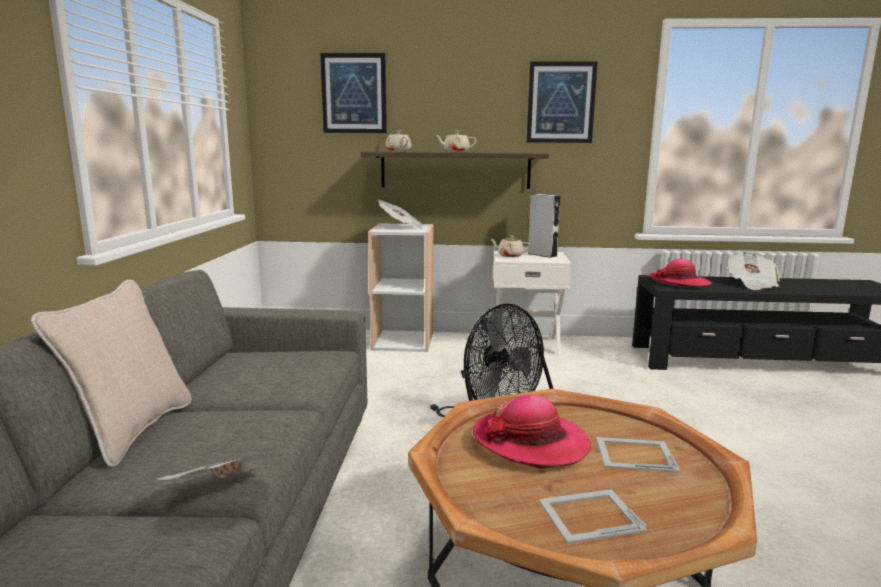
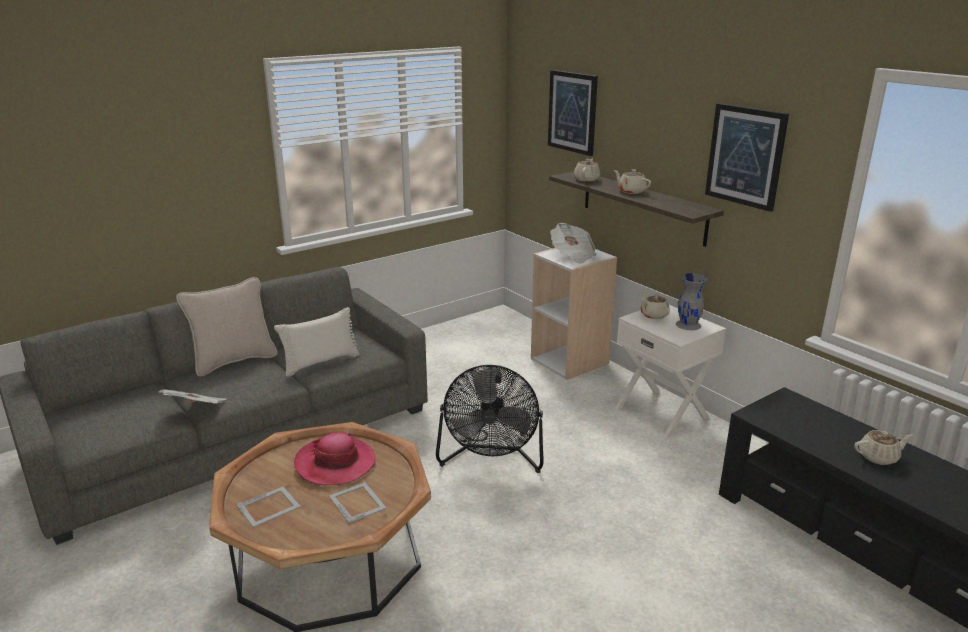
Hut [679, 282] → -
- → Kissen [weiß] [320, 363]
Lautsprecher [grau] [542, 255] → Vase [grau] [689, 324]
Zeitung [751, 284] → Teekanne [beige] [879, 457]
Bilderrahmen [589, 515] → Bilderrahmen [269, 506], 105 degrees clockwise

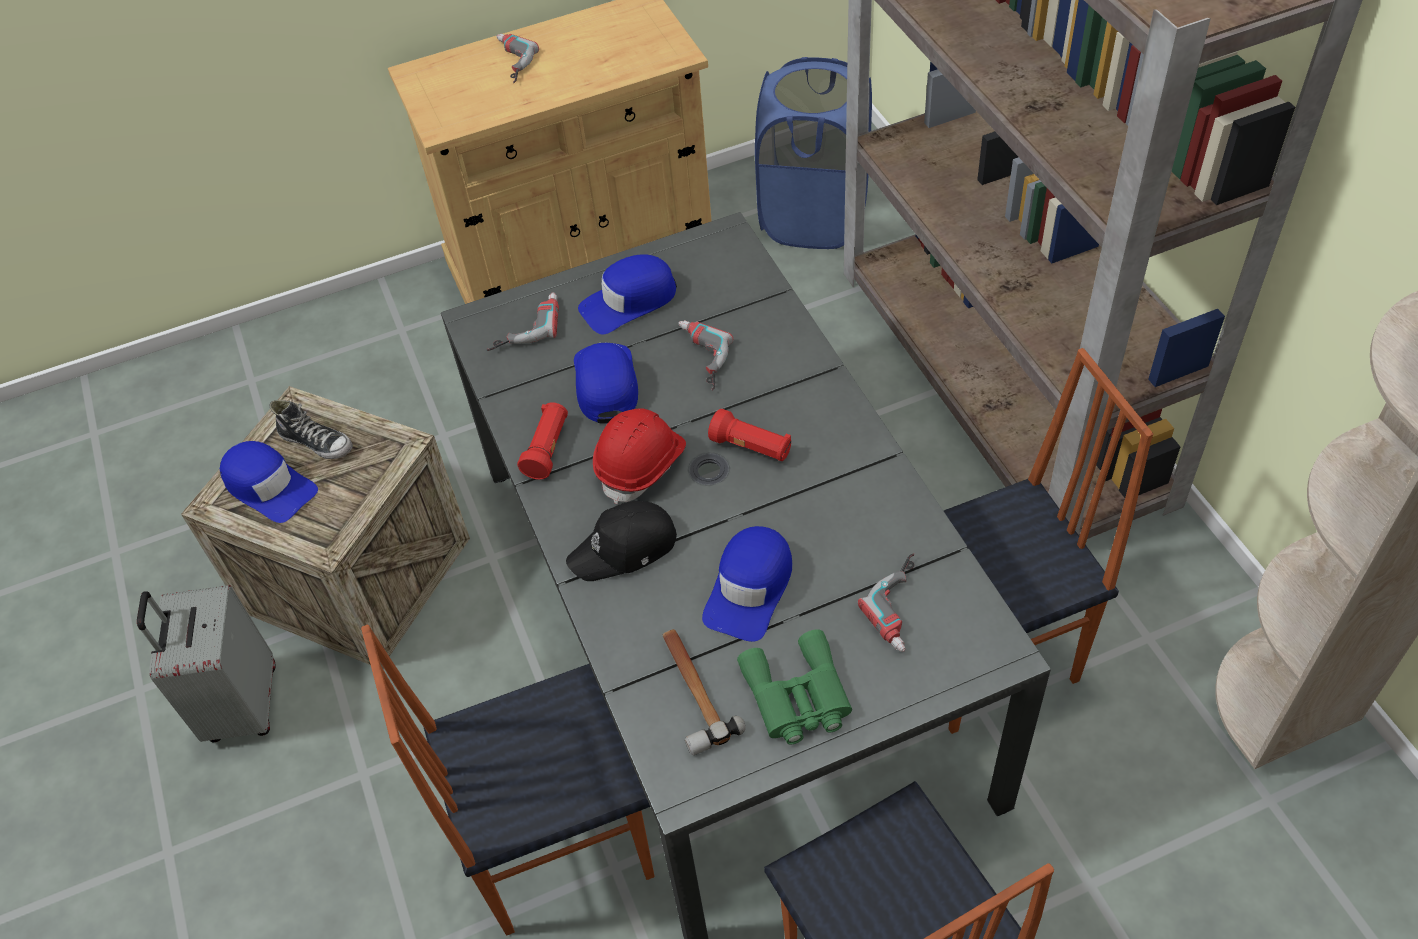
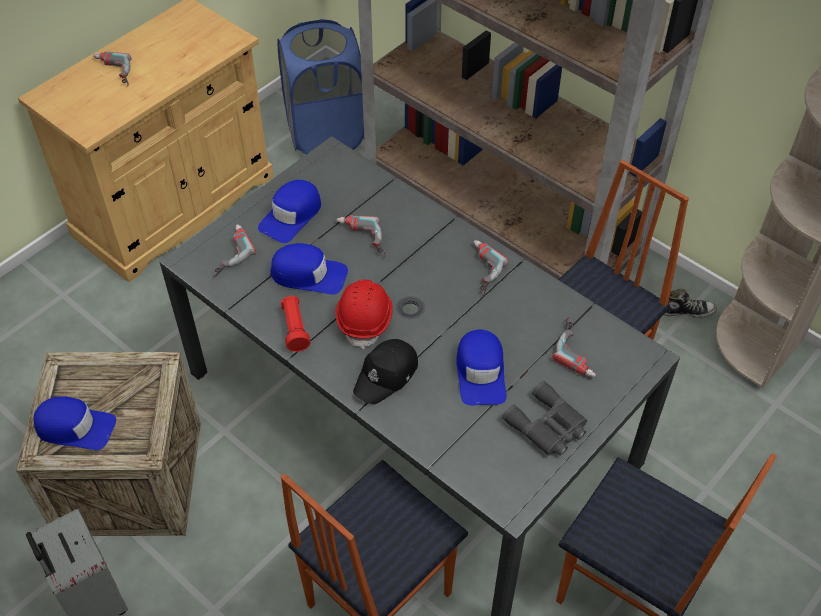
Hammer [692, 691] → -
Taschenlampe [rot] [751, 447] → -
- → Bohrmaschine [479, 270]
Schuh [317, 442] → Schuh [686, 311], shifted
Fernglas [grün] [797, 697] → Fernglas [grau] [547, 426]
Kappe [blau] [605, 384] → Kappe [blau] [309, 274], 135 degrees clockwise

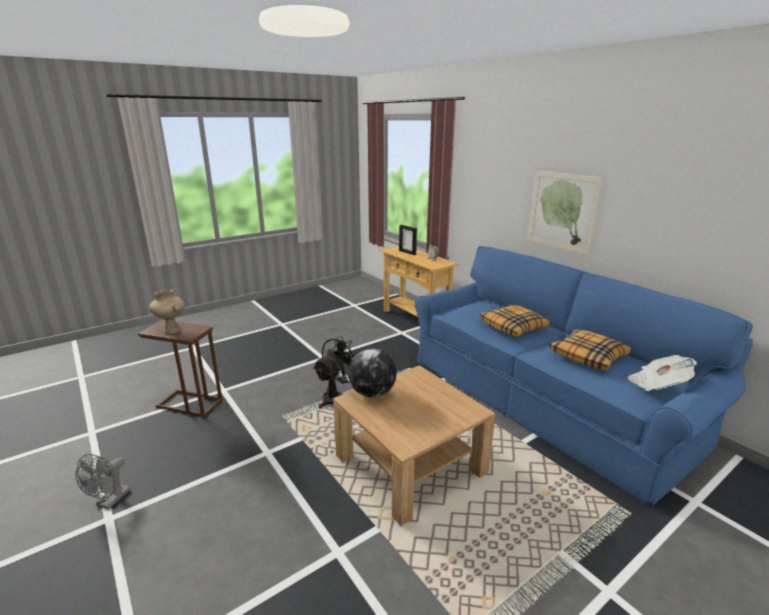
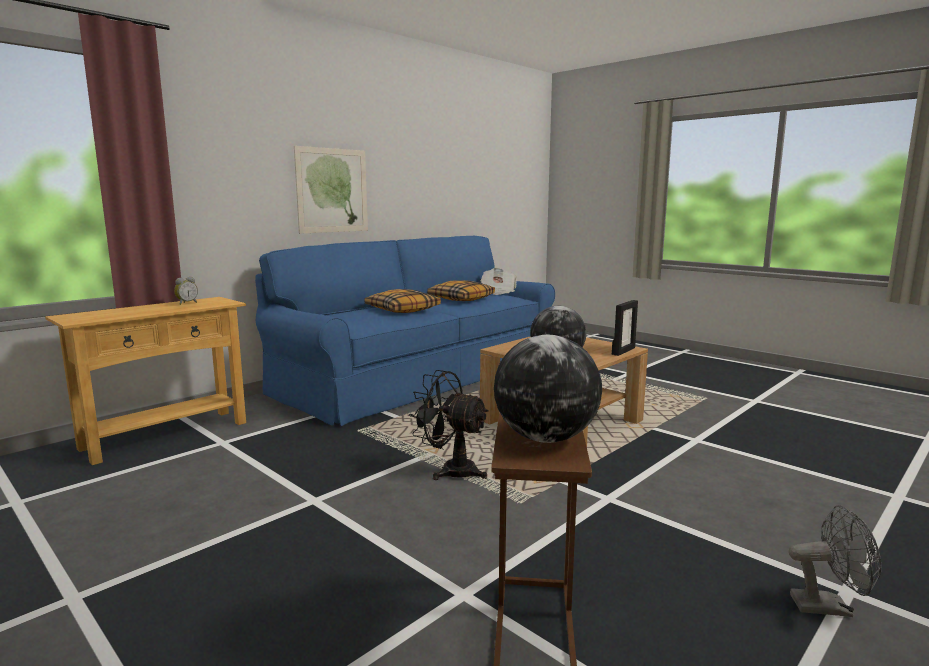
Bilderrahmen [407, 252] → Bilderrahmen [623, 351], shifted
Vase [beige] [171, 330] → Globus [546, 438]

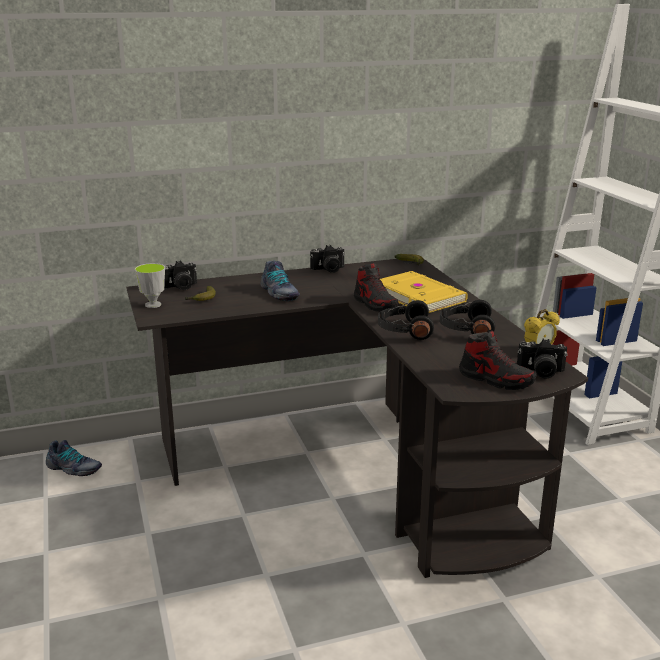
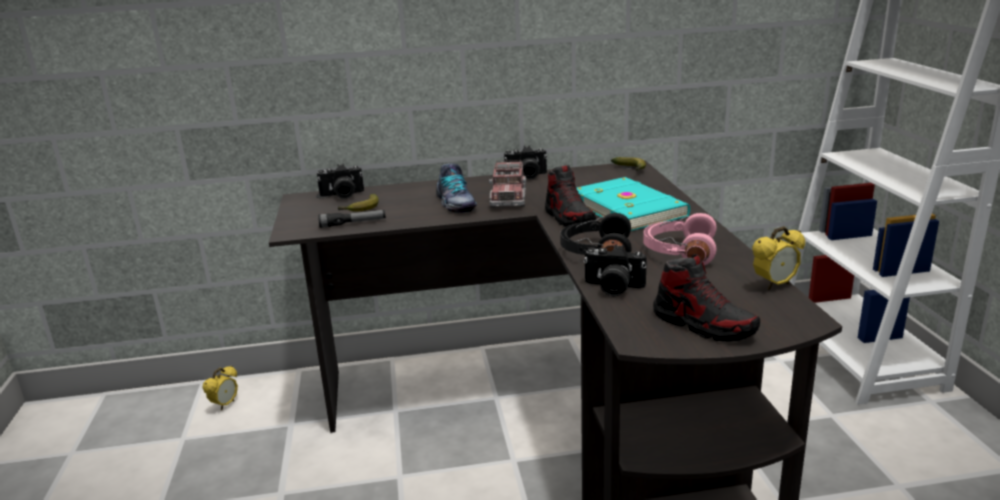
Tasse [153, 305] → -
- → Taschenlampe [353, 223]
- → Spielzeuglaster [508, 198]
Kamera [540, 372] → Kamera [613, 288], shifted
Schuh [73, 469] → Wecker [225, 405]
Buch [gelb] [419, 296] → Buch [türkis] [629, 208]
Kopfhörer [schwarz] [466, 329] → Kopfhörer [rosa] [679, 252]

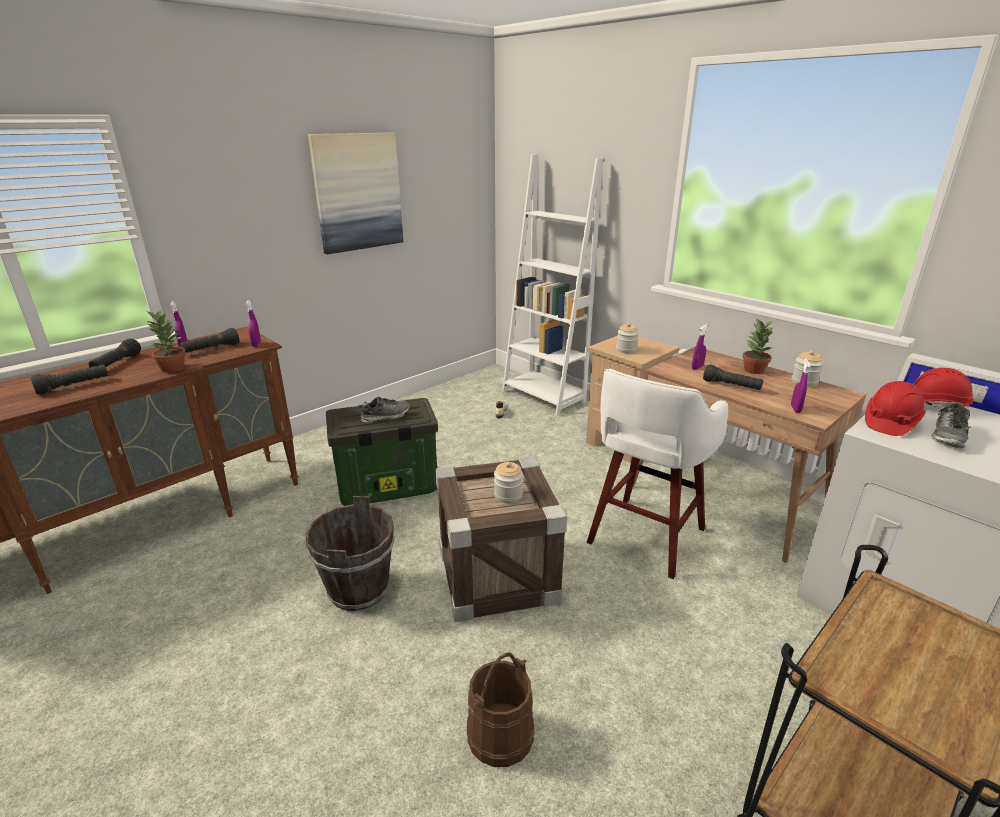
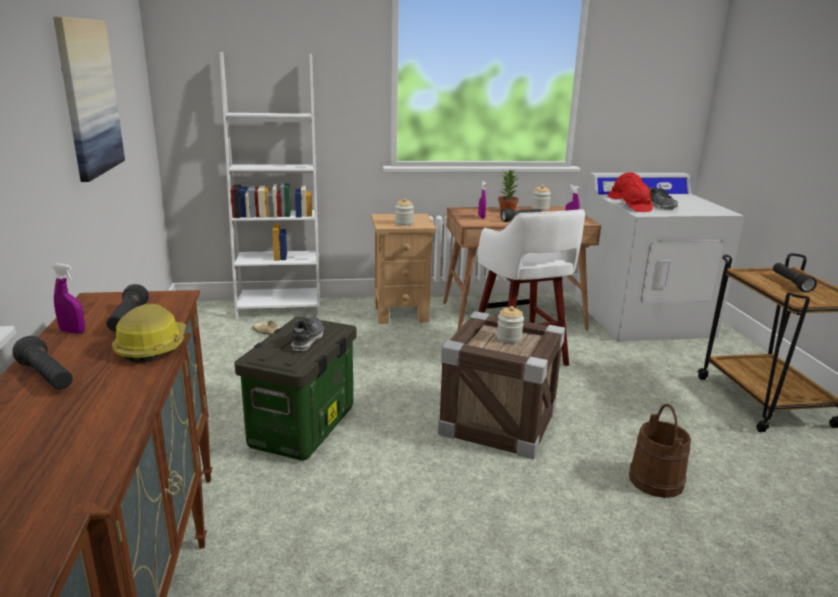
Sprühflasche [lila] [256, 344] → -
Eimer [braun] [358, 589] → -
Taschenlampe [schwarz] [74, 386] → Taschenlampe [schwarz] [790, 283], shifted
Topfpflanze [172, 368] → Schutzhelm [152, 347]

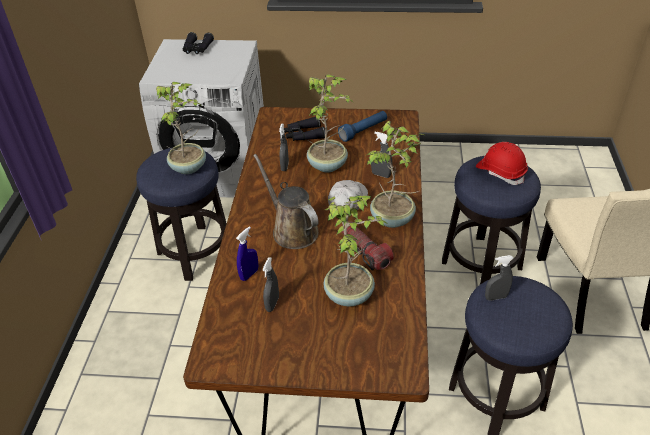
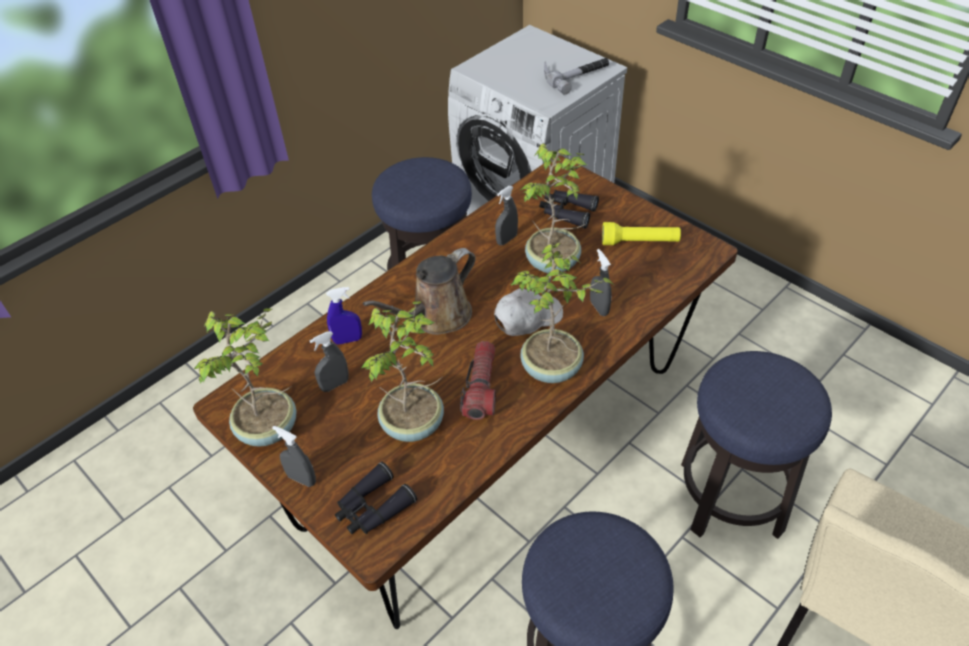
Schutzhelm [rot] [500, 172] → -
- → Hammer [575, 74]
Topfpflanze [189, 167] → Topfpflanze [269, 429], shifted
Fernglas [schwarz] [197, 49] → Fernglas [schwarz] [373, 508], shifted
Sprühflasche [grau] [496, 297] → Sprühflasche [grau] [302, 479], shifted
Taschenlampe [blau] [363, 131] → Taschenlampe [gelb] [640, 242]
Gießkanne [braun] [292, 230] → Gießkanne [braun] [436, 317], 135 degrees counterclockwise

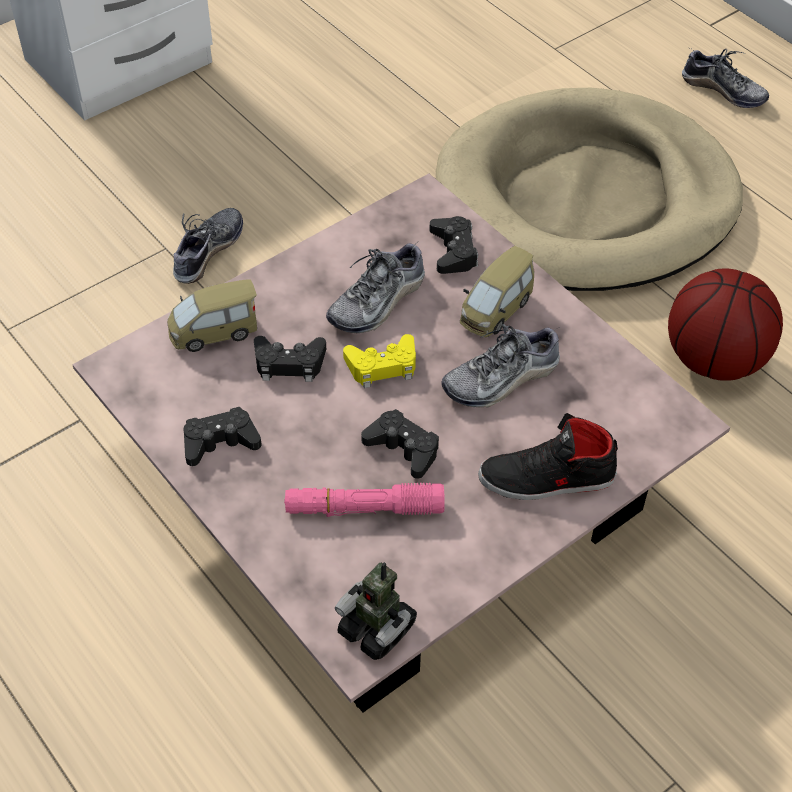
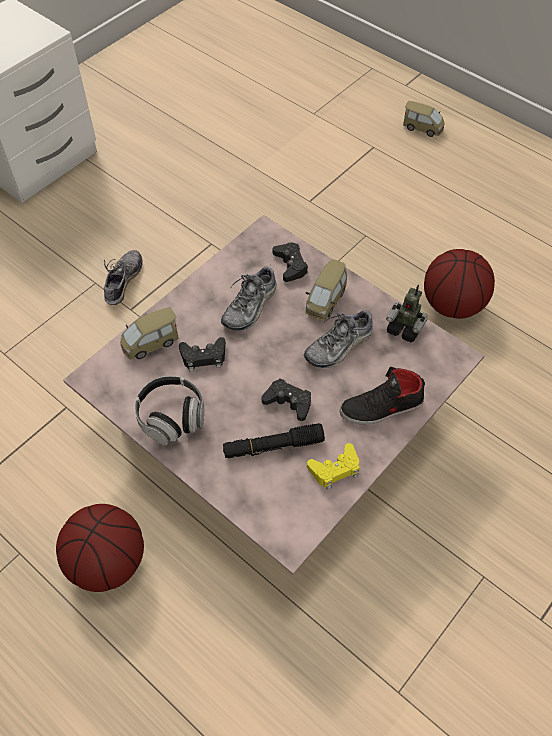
Hundebett [beige] [586, 199] → -
- → Basketball [108, 561]
Spielzeugroboter [377, 628] → Spielzeugroboter [405, 328], shifted
Gamepad [gelb] [382, 366] → Gamepad [gelb] [335, 469], shifted
Gamepad [schwarz] [220, 442] → Kopfhörer [171, 417]
Schuh [723, 91] → Spielzeugauto [422, 128]
Taschenlampe [rosa] [364, 508] → Taschenlampe [schwarz] [273, 446]

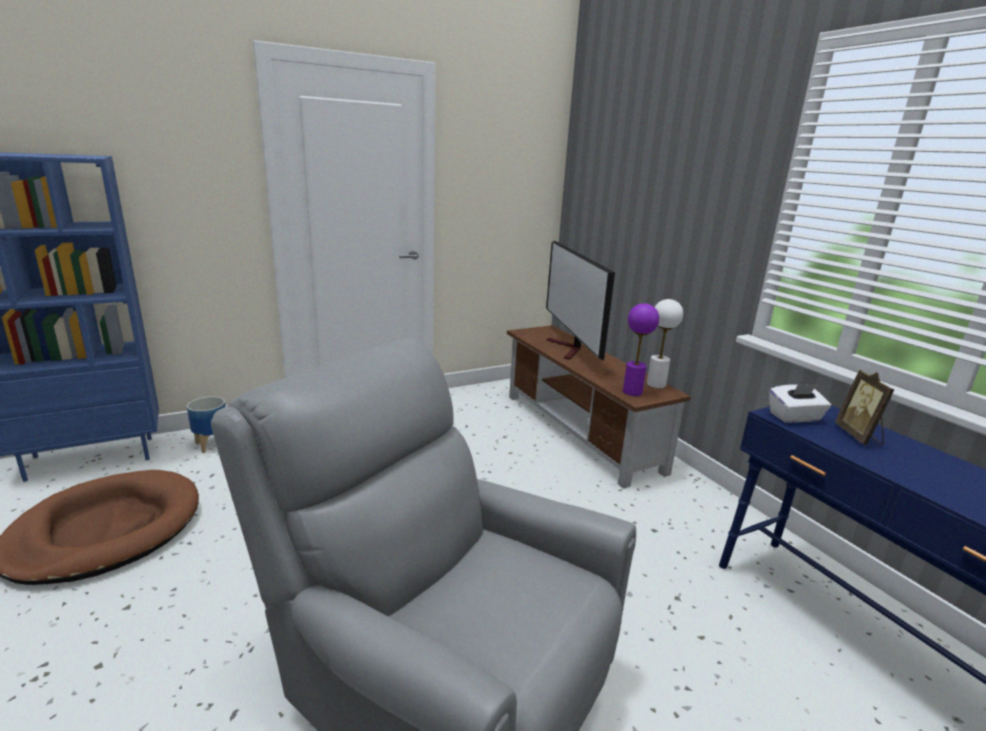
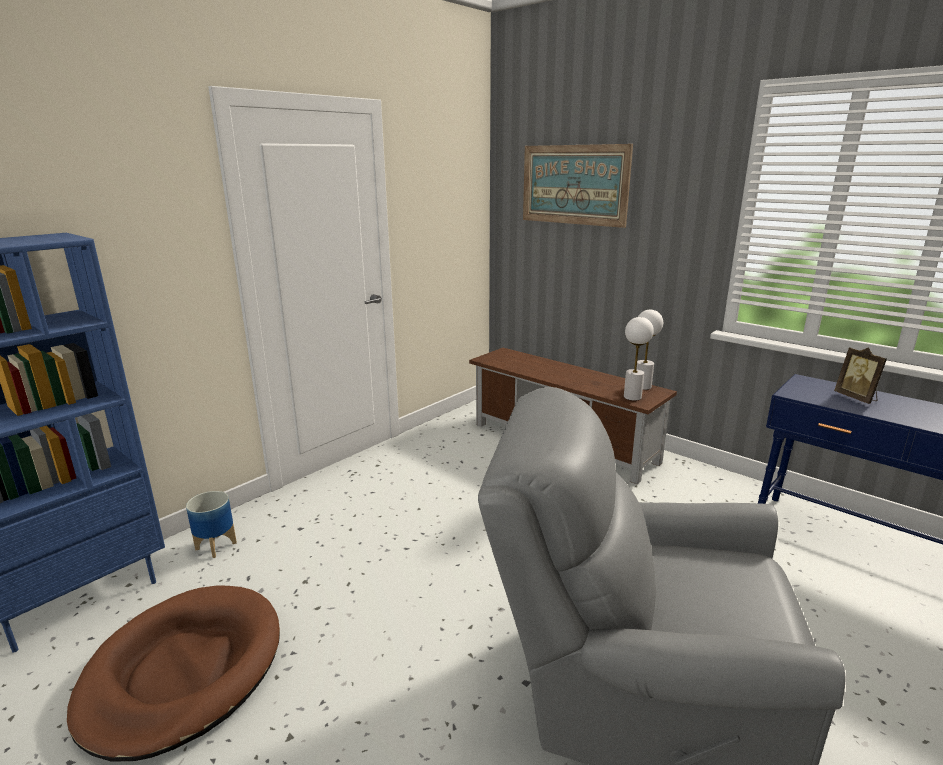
Fernseher [569, 349] → -
Taschentuchbox [weiß] [795, 417] → -
- → Bild [574, 185]
Tischlampe [lila] [632, 392] → Tischlampe [weiß] [632, 397]

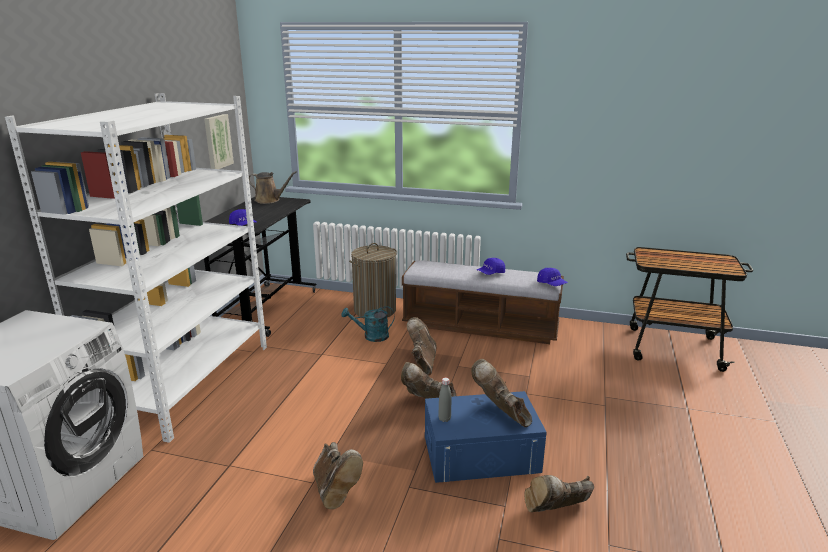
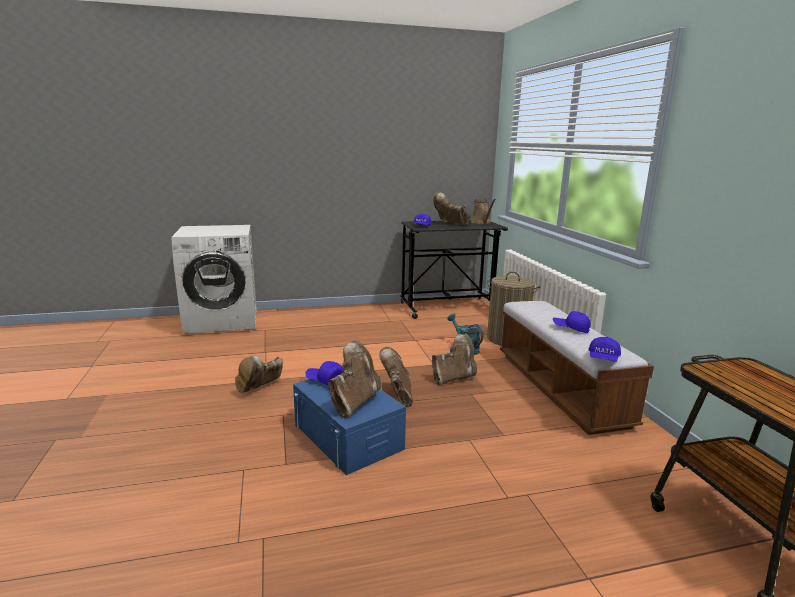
Bücherregal [weiß] [185, 382] → -
Bild [217, 141] → -
Stiefel [braun] [555, 513] → Stiefel [braun] [450, 224], shifted
Flasche [grau] [444, 419] → Kappe [blau] [325, 380]

